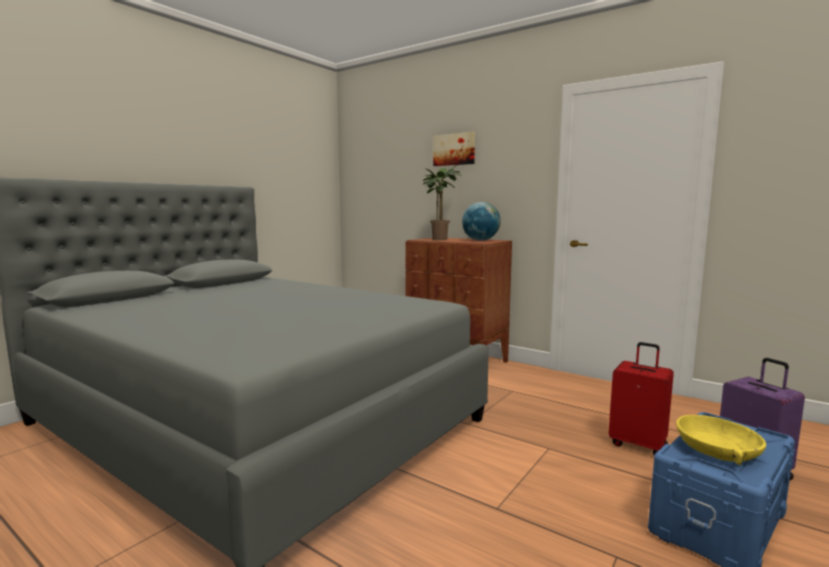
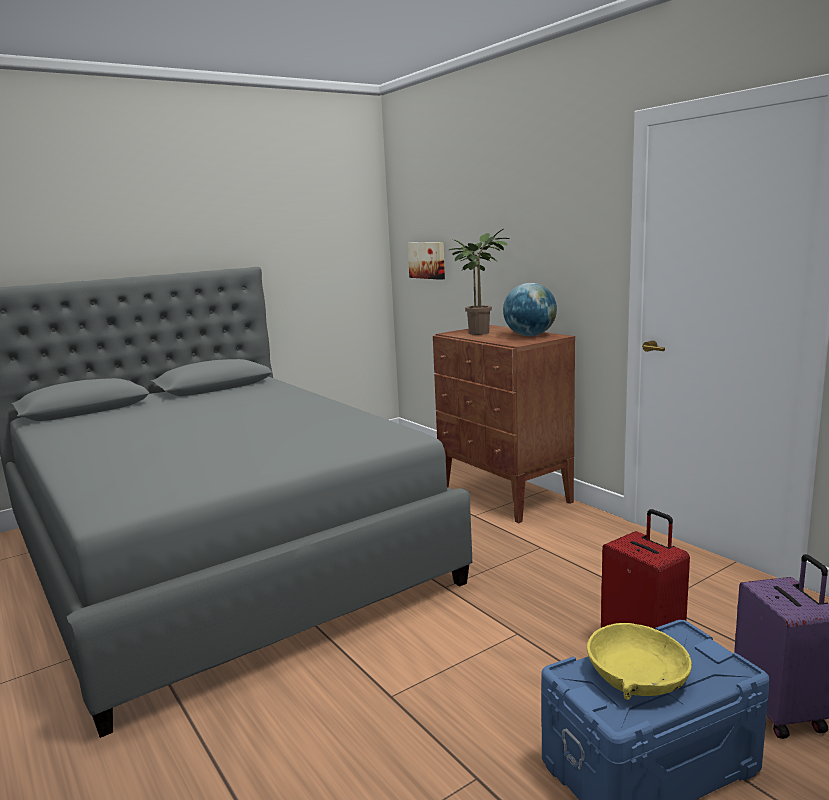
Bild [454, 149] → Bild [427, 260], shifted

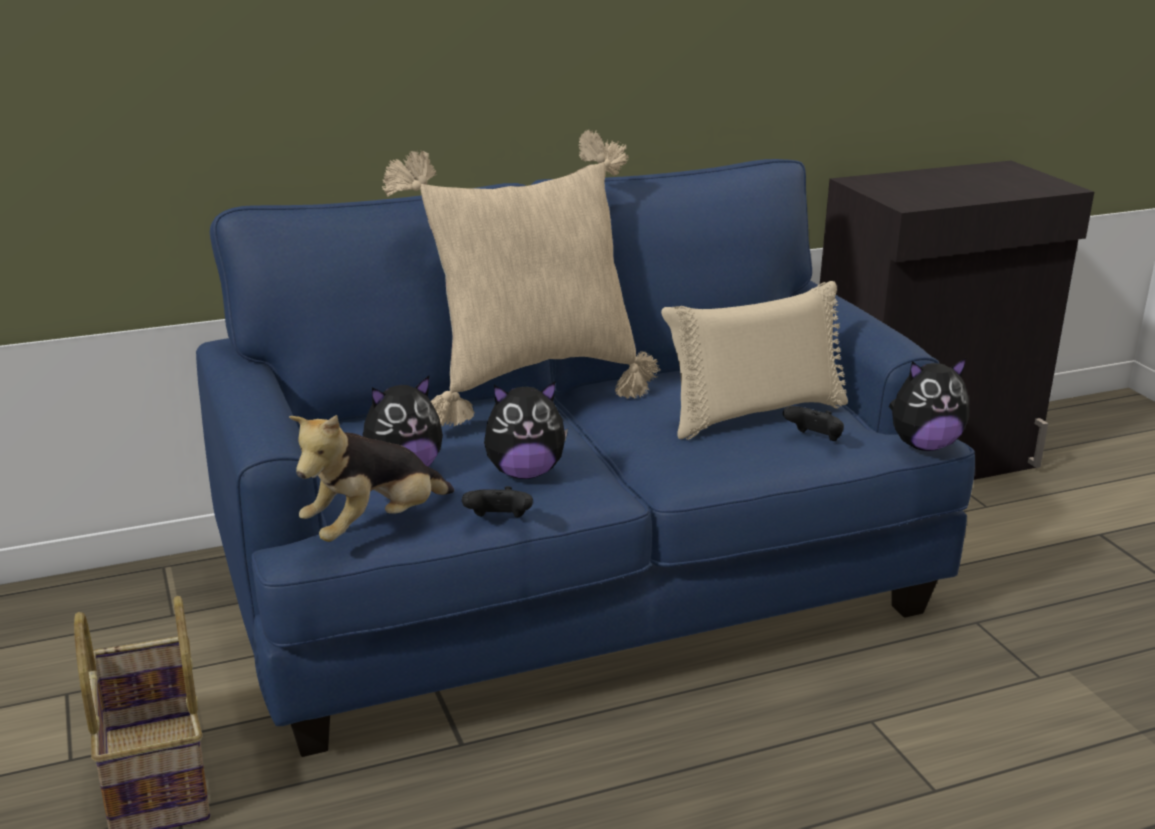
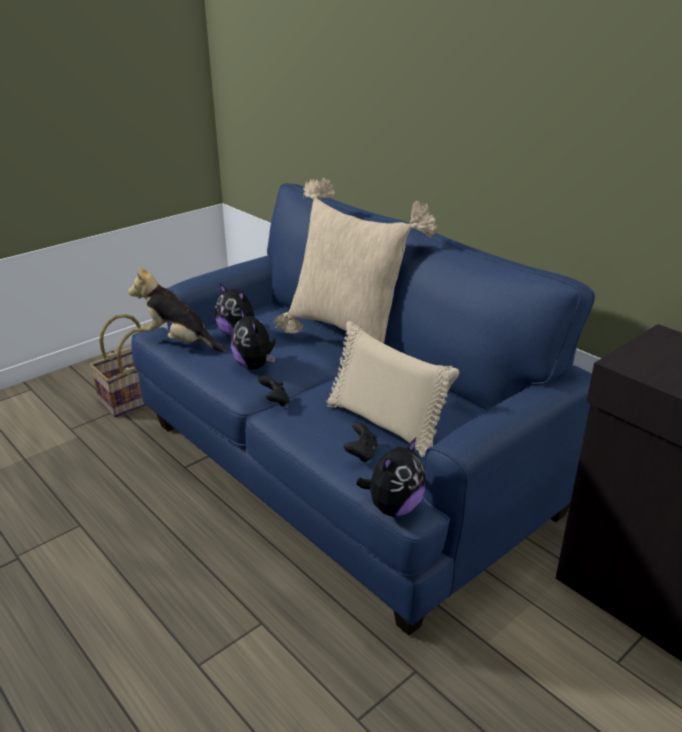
Gamepad [schwarz] [498, 521] → Gamepad [schwarz] [275, 401], shifted
Plüschtier [923, 445] → Plüschtier [393, 507], 105 degrees counterclockwise

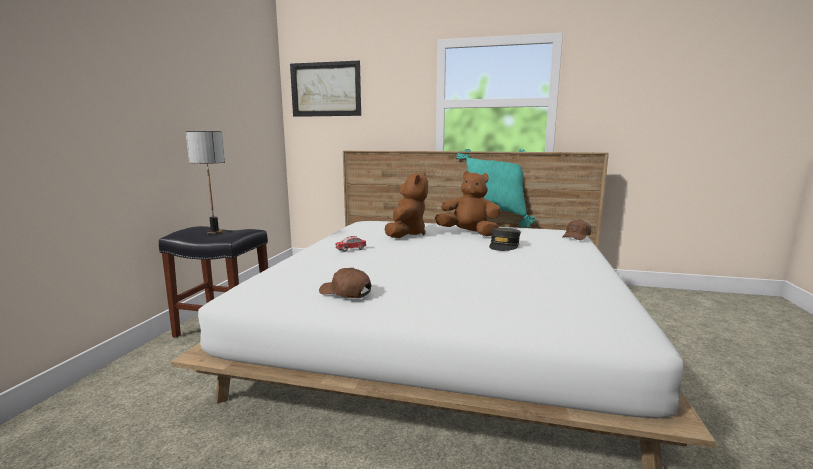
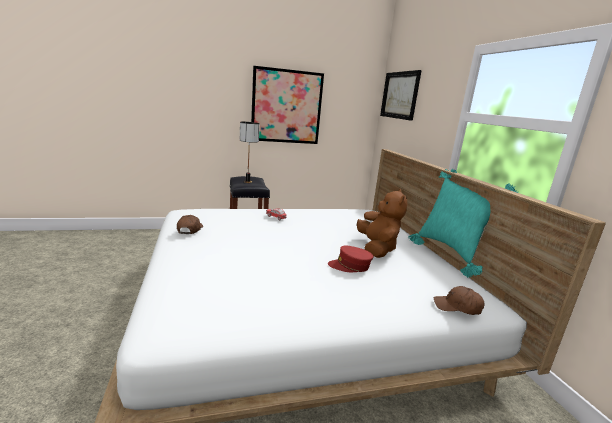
Plüschtier [braun] [406, 234] → -
- → Bild [286, 106]
Kappe [grau] [504, 246] → Kappe [rot] [350, 266]

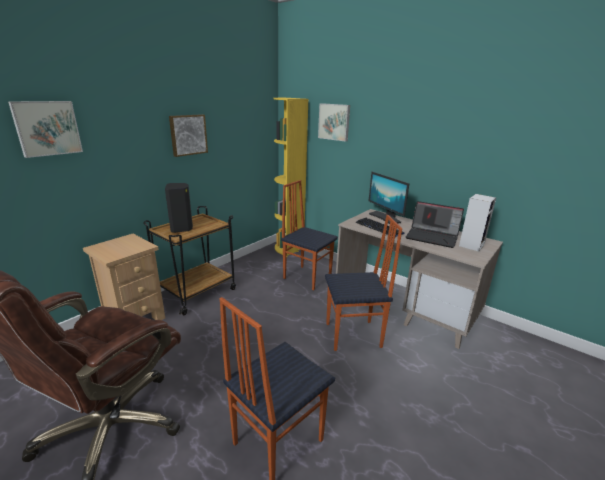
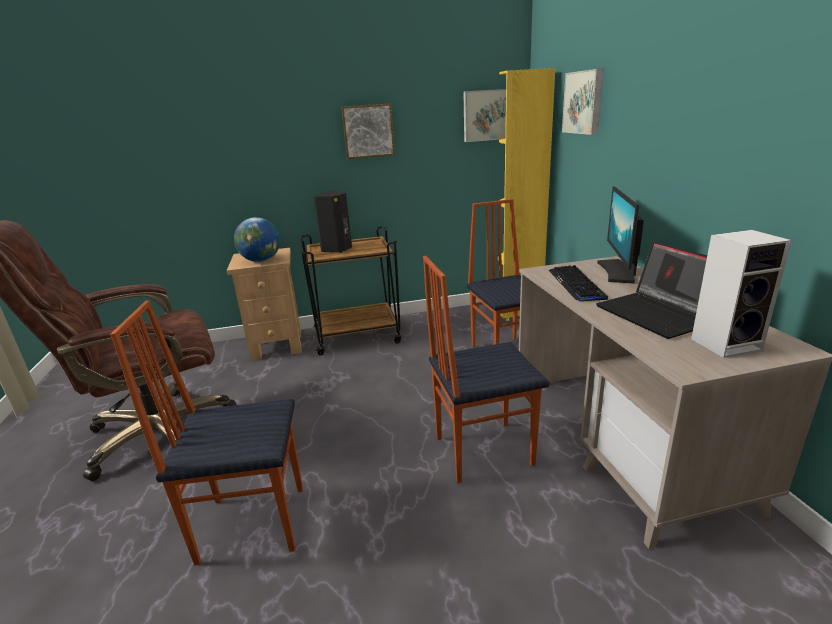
- → Globus [261, 260]
Bild [47, 128] → Bild [486, 115], shifted
Stuhl [354, 336] → Stuhl [482, 450], 135 degrees clockwise

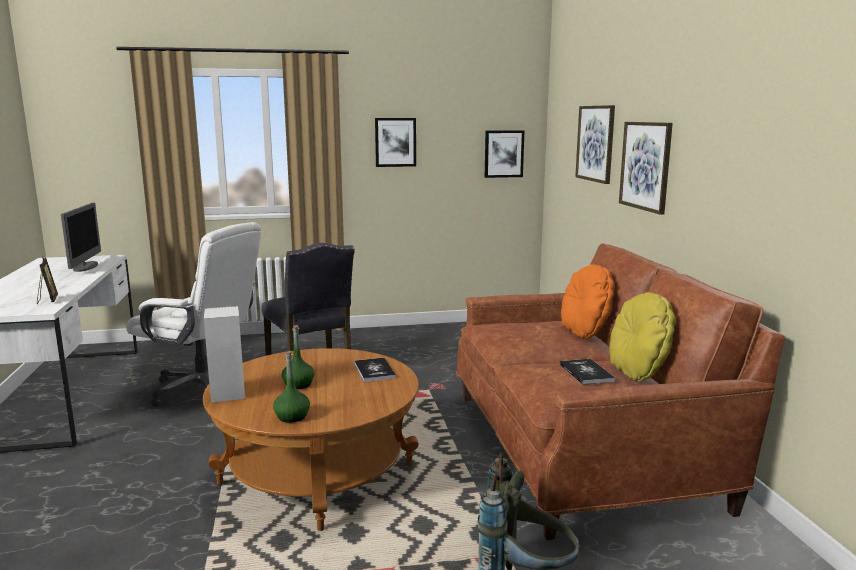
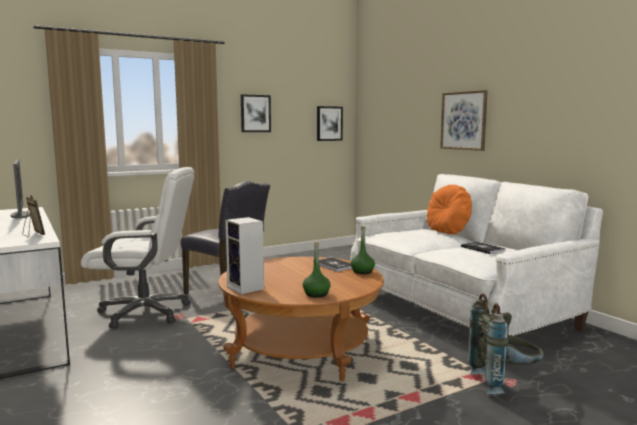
Bild [595, 143] → -
Kissen [gelb] [638, 373] → -
Flasche [grün] [298, 384] → Flasche [grün] [362, 272], shifted
Sofa [braun] [583, 446] → Sofa [weiß] [461, 309]

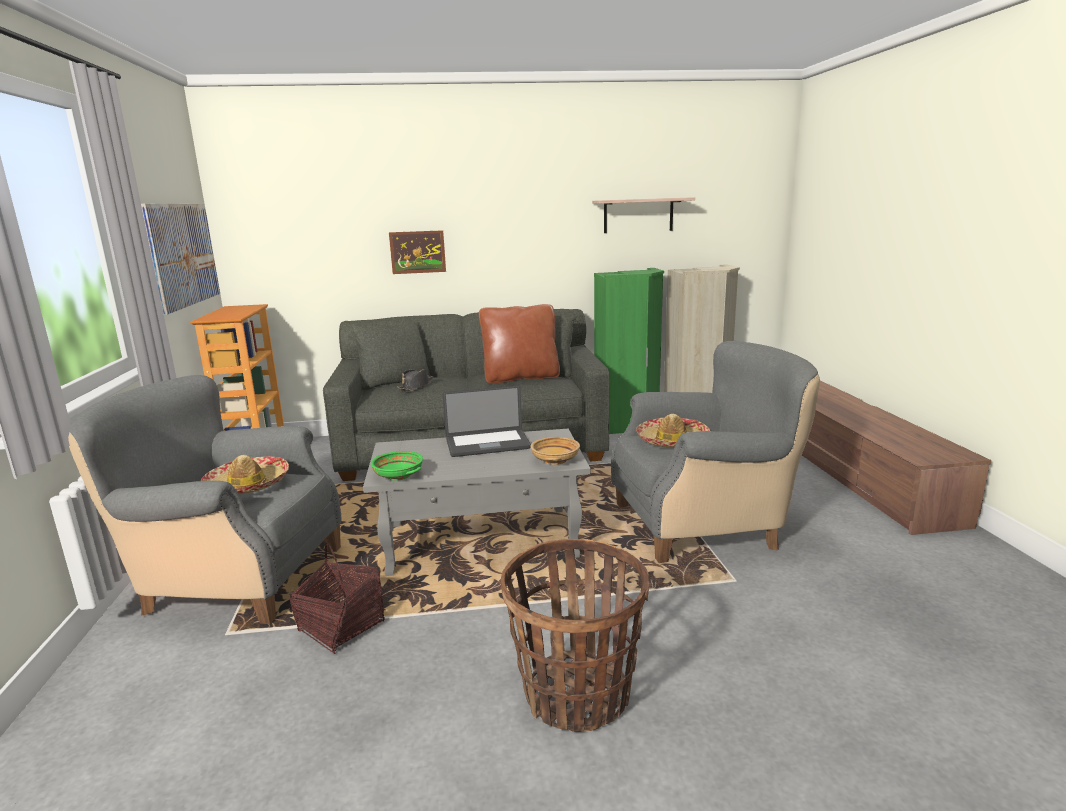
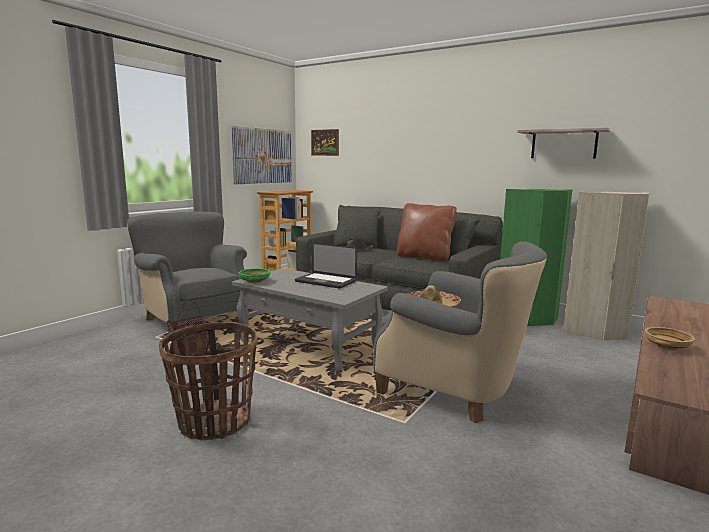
Hut [248, 484] → -
Bild [417, 252] → Bild [325, 142], shifted
Schüssel [beige] [555, 460] → Schüssel [beige] [667, 347], shifted

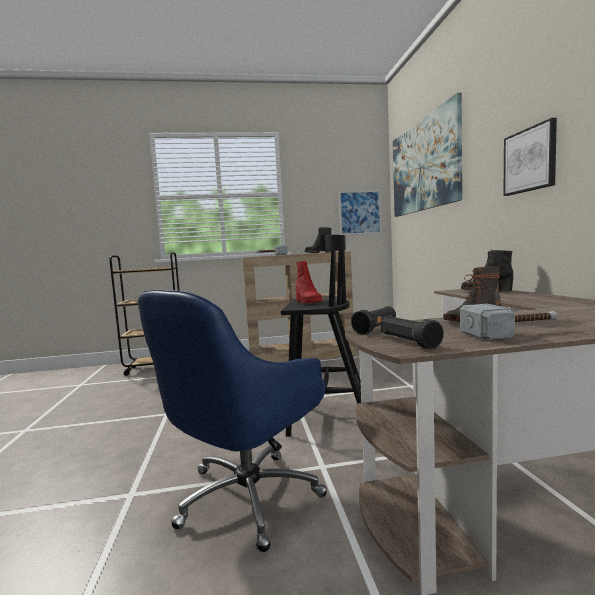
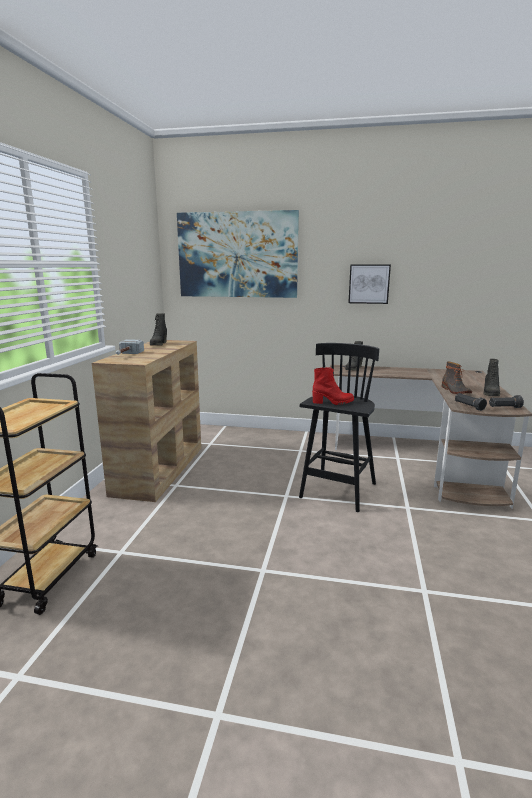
Bürostuhl [blau] [247, 496] → -
Bild [360, 212] → -
Hammer [512, 333] → Stiefel [schwarz] [490, 393]

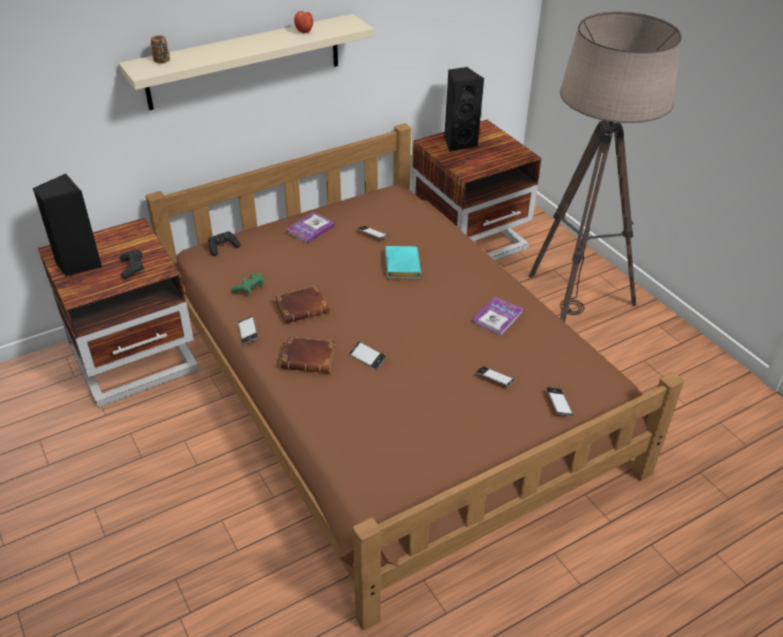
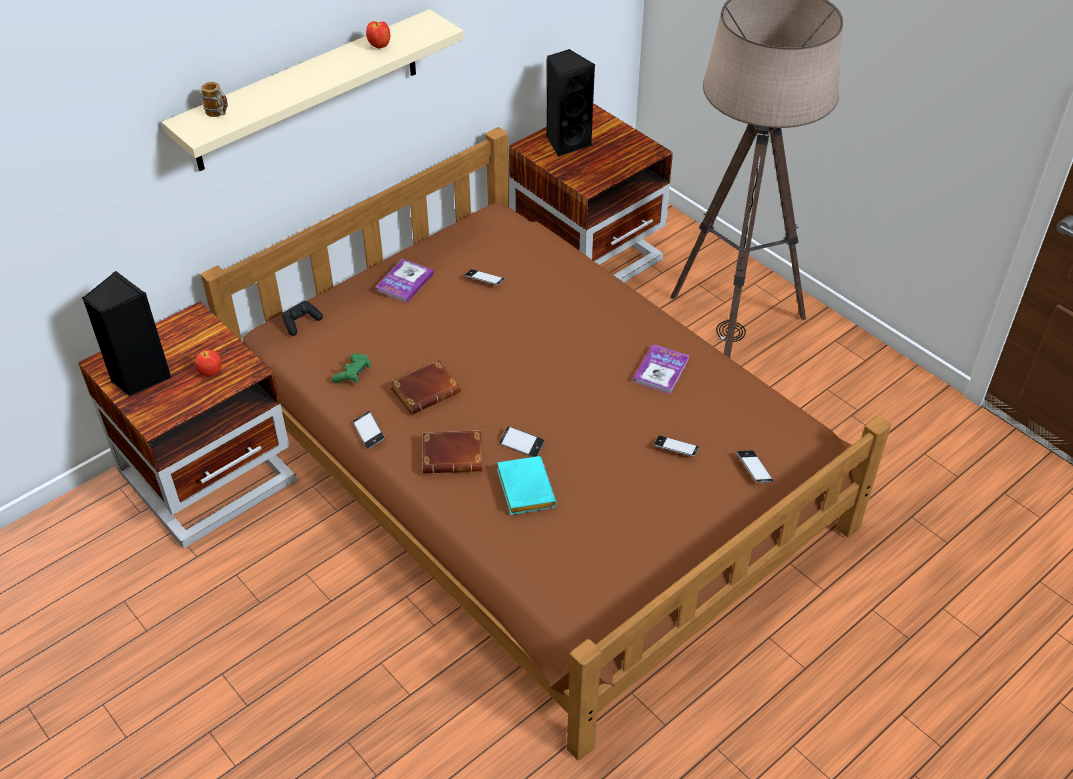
Buch [türkis] [400, 265] → Buch [türkis] [523, 488], shifted
Gamepad [schwarz] [132, 268] → Apfel [210, 373]

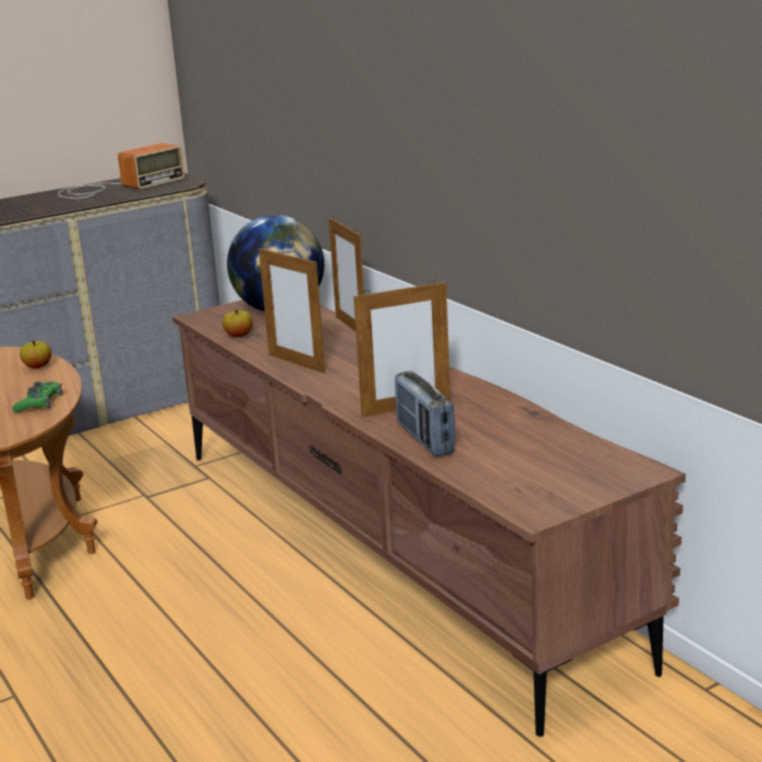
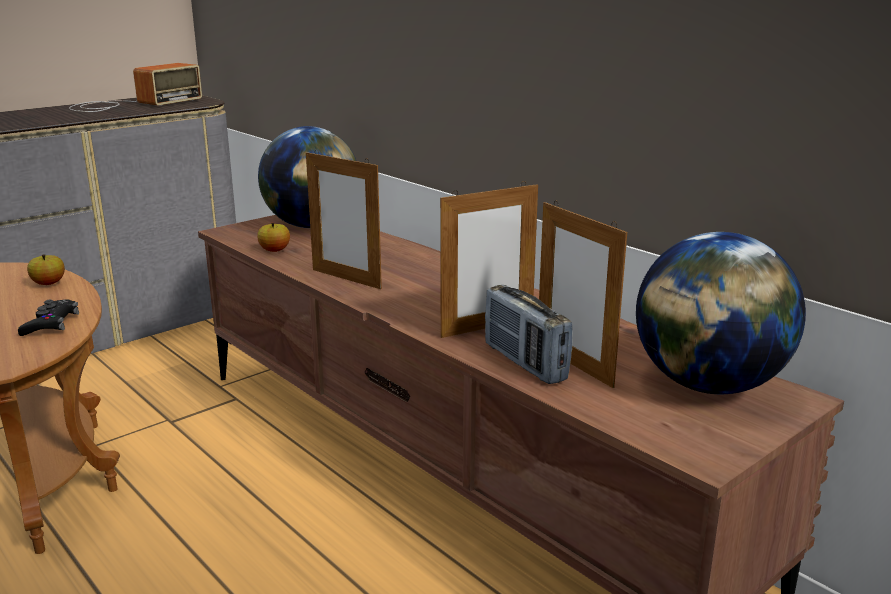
- → Globus [708, 385]
Bilderrahmen [351, 327] → Bilderrahmen [573, 364], shifted
Gamepad [grün] [39, 403] → Gamepad [schwarz] [51, 324]

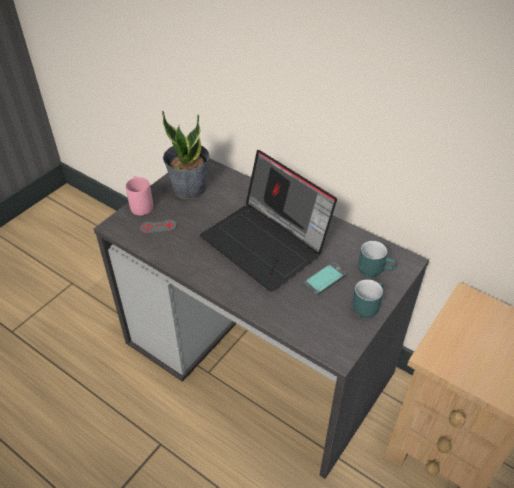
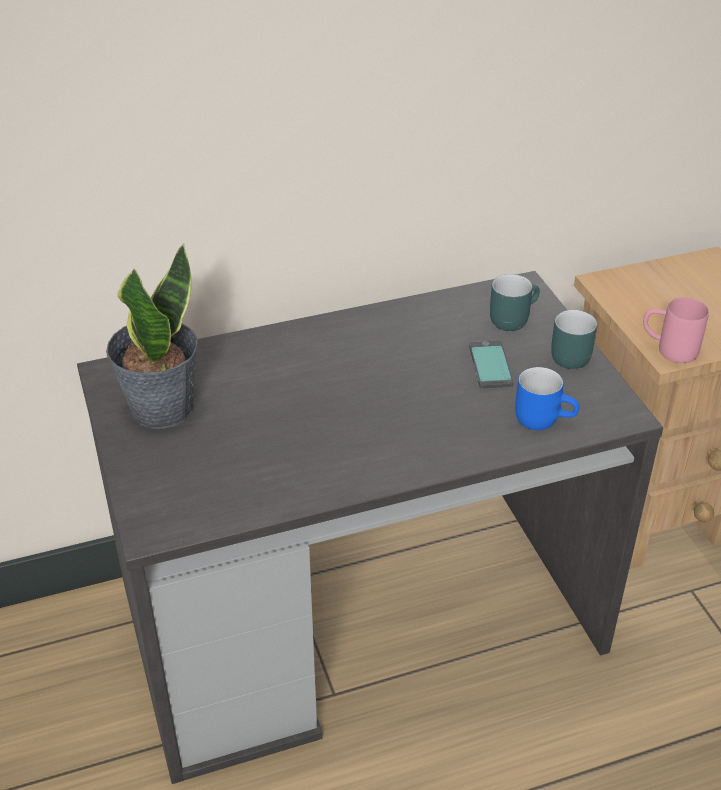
Gamepad [grau] [158, 227] → -
Laptop [266, 243] → -
- → Henkelbecher [blau] [543, 418]
Henkelbecher [rosa] [140, 204] → Henkelbecher [rosa] [668, 349], shifted

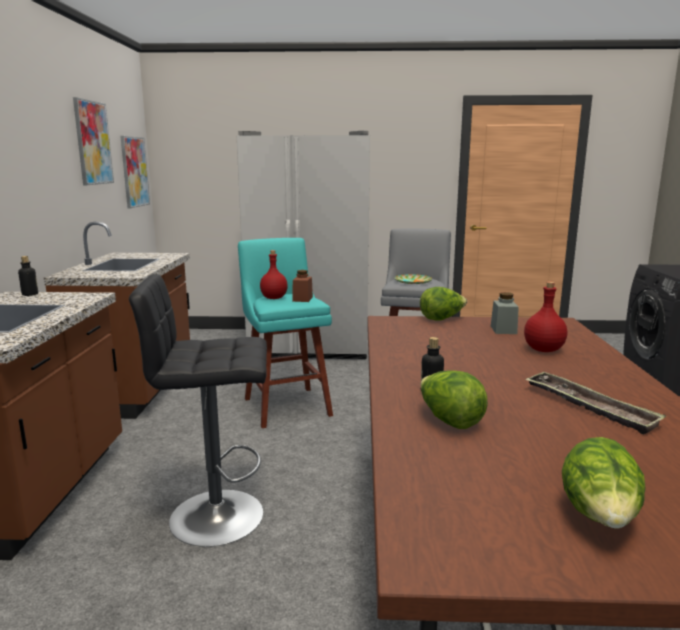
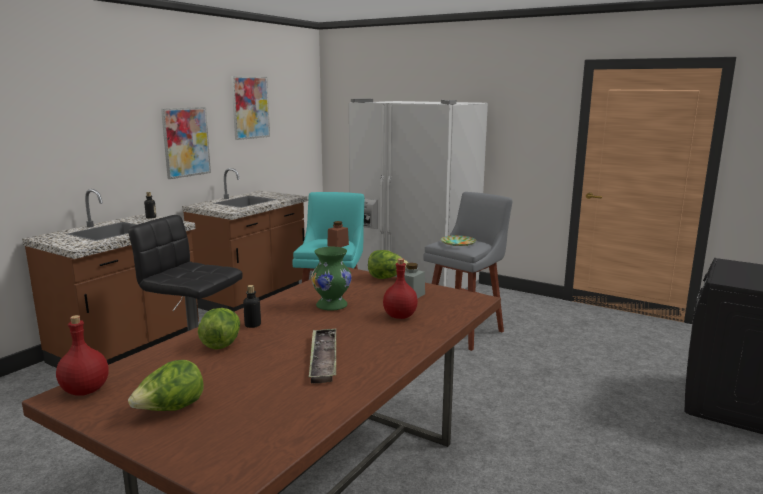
- → Vase [grün] [331, 305]
Bild [134, 172] → Bild [186, 142], shifted
Flasche [rot] [274, 298] → Flasche [rot] [85, 391], shifted

